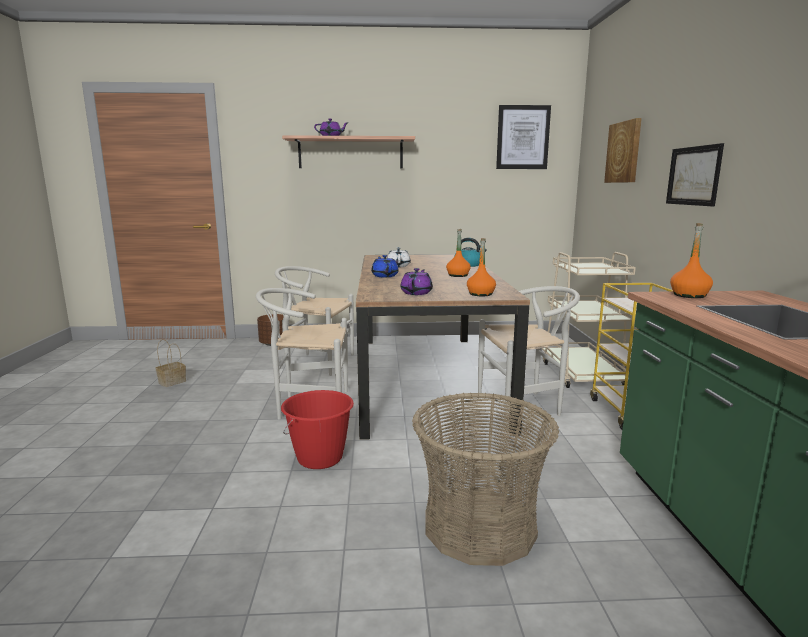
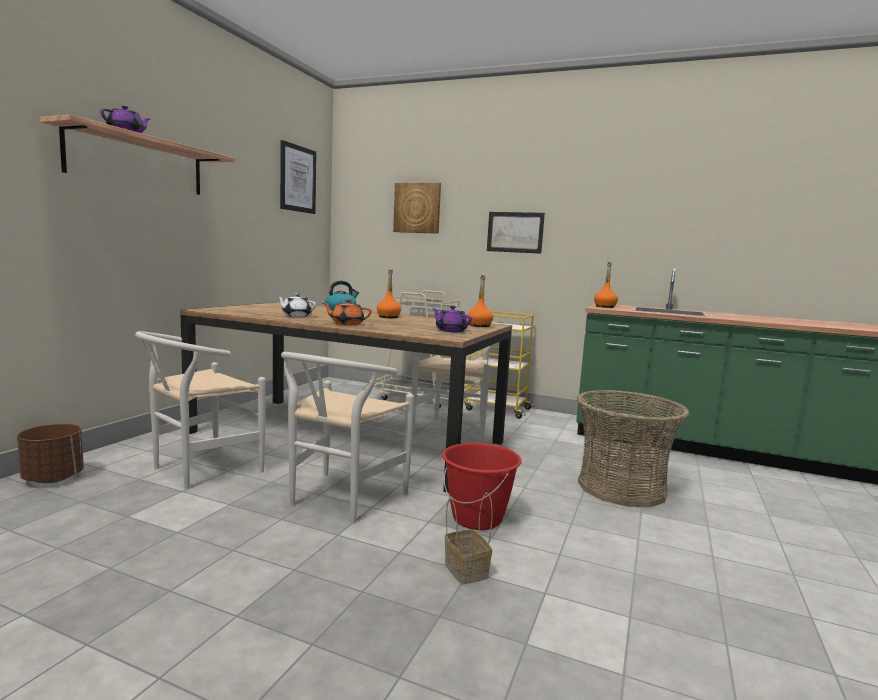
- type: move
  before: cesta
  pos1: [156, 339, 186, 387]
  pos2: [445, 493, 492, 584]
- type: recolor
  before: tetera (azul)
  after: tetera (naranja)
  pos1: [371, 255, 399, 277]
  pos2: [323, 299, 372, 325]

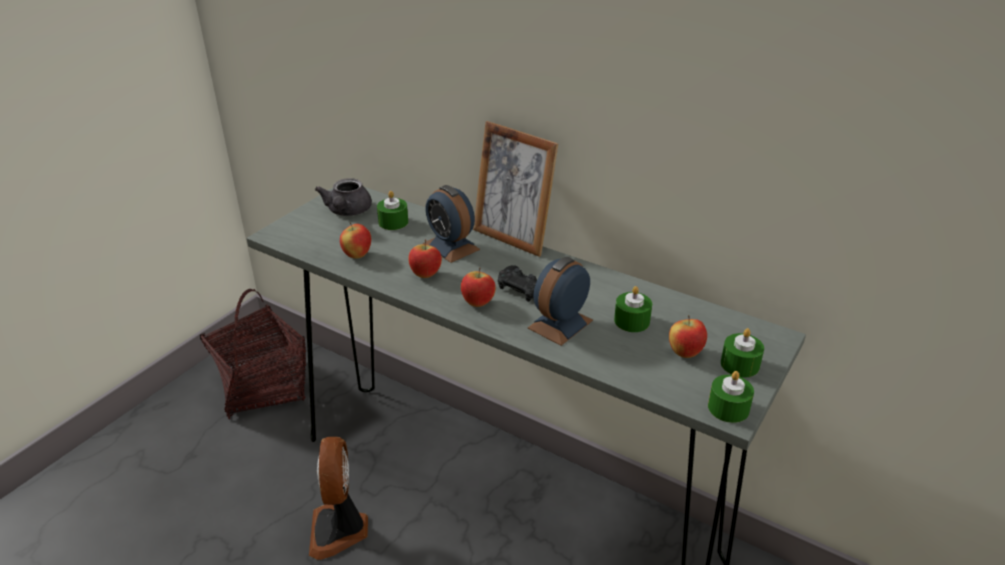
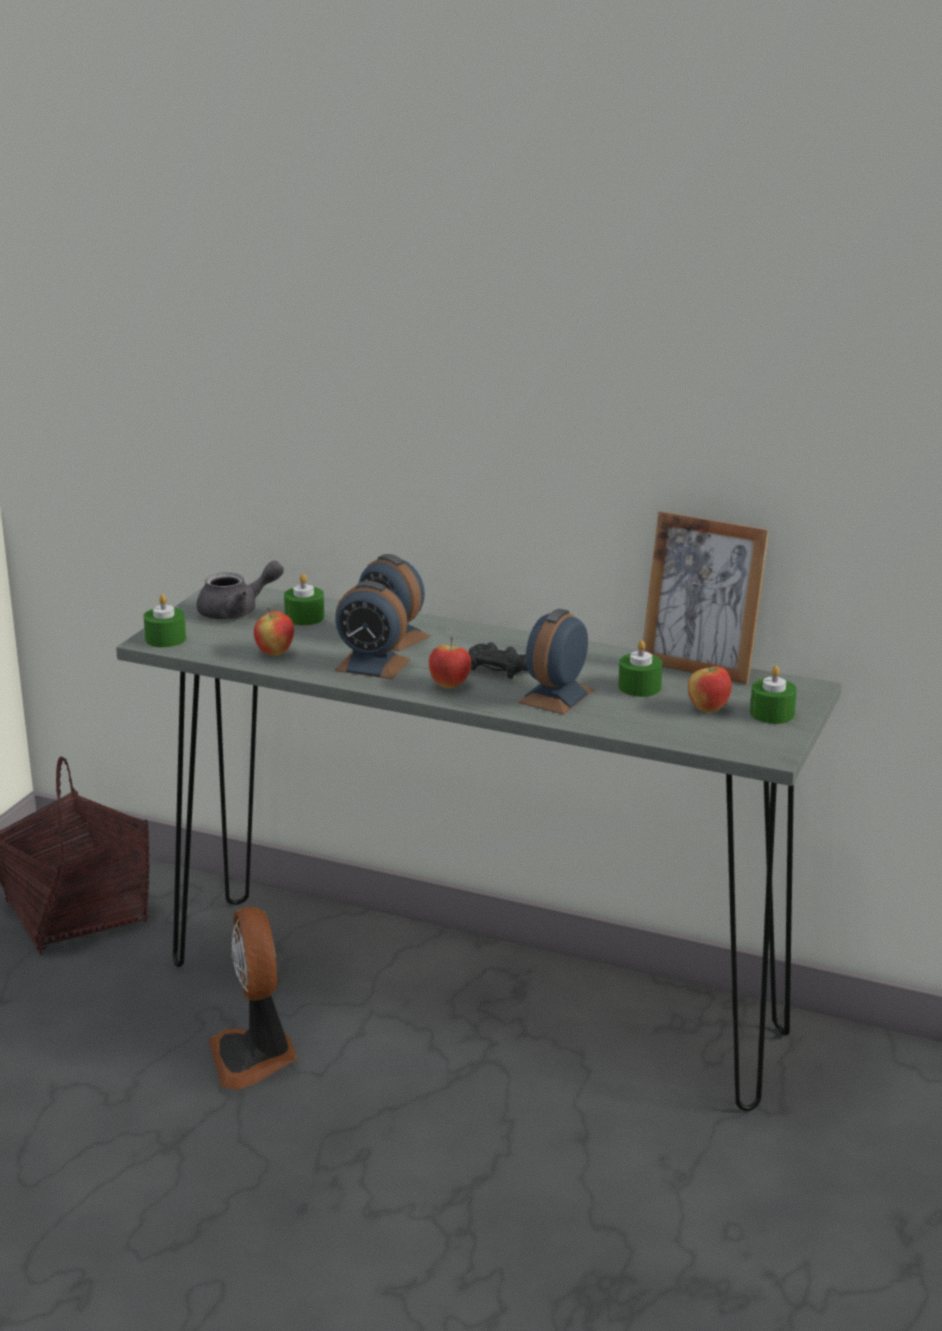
- type: move
  before: portarretratos
  pos1: [473, 121, 558, 257]
  pos2: [643, 511, 769, 684]
- type: move
  before: vela (verde)
  pos1: [708, 371, 754, 423]
  pos2: [143, 594, 186, 648]
- type: replace
  before: manzana
  after: despertador
  pos1: [408, 240, 442, 278]
  pos2: [334, 581, 410, 679]
- type: rotate
  before: tetera (gris)
  pos1: [315, 178, 372, 216]
  pos2: [197, 561, 284, 620]
  turn: -105

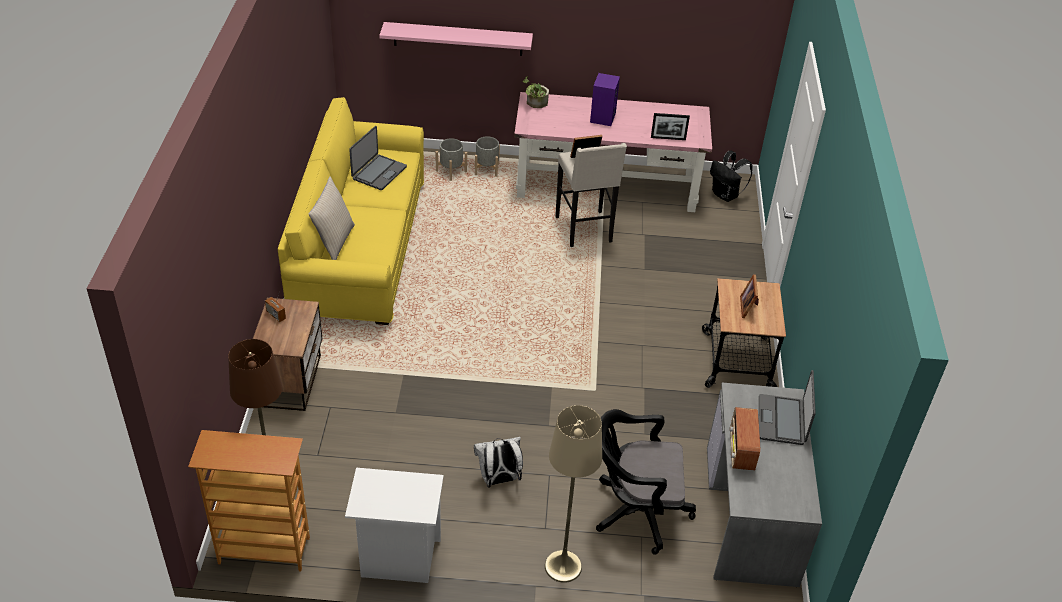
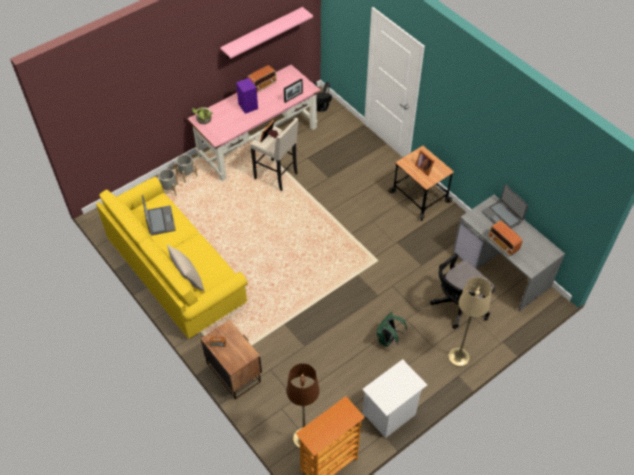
- type: insert
  after: radio
  pos2: [248, 65, 276, 92]
- type: move
  before: estante (rosa)
  pos1: [379, 22, 533, 56]
  pos2: [220, 7, 313, 58]
- type: recolor
  before: mochila (blanco)
  after: mochila (verde)
  pos1: [474, 437, 523, 488]
  pos2: [376, 312, 407, 348]

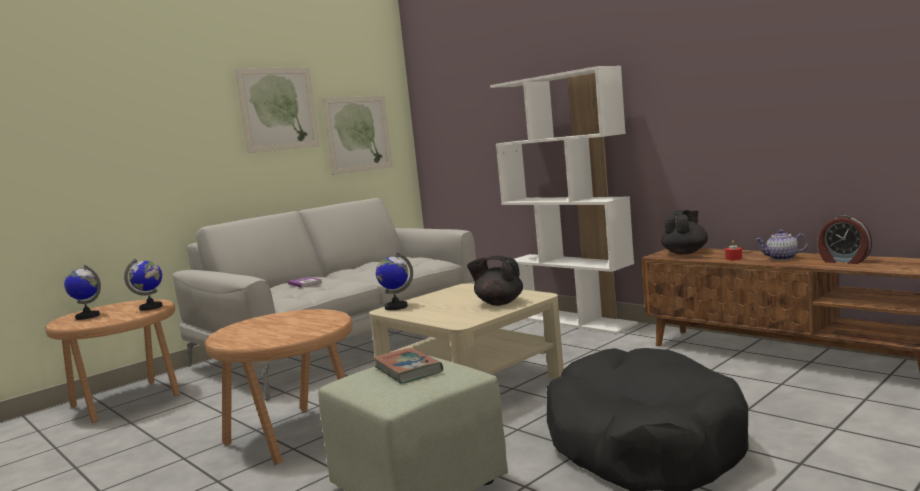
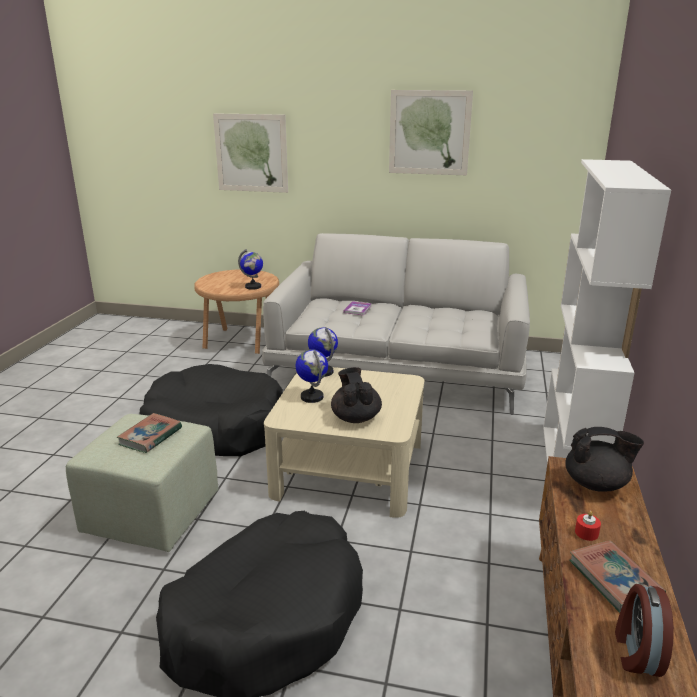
- type: move
  before: globo terráqueo
  pos1: [64, 265, 101, 320]
  pos2: [295, 349, 328, 403]
- type: move
  before: cuadro
  pos1: [322, 95, 393, 175]
  pos2: [213, 113, 288, 193]
- type: replace
  before: mesa auxiliar (marrón)
  after: cama para perro (negro)
  pos1: [205, 309, 353, 465]
  pos2: [140, 364, 283, 456]
- type: replace
  before: tetera
  after: libro
  pos1: [755, 230, 808, 260]
  pos2: [569, 540, 666, 613]

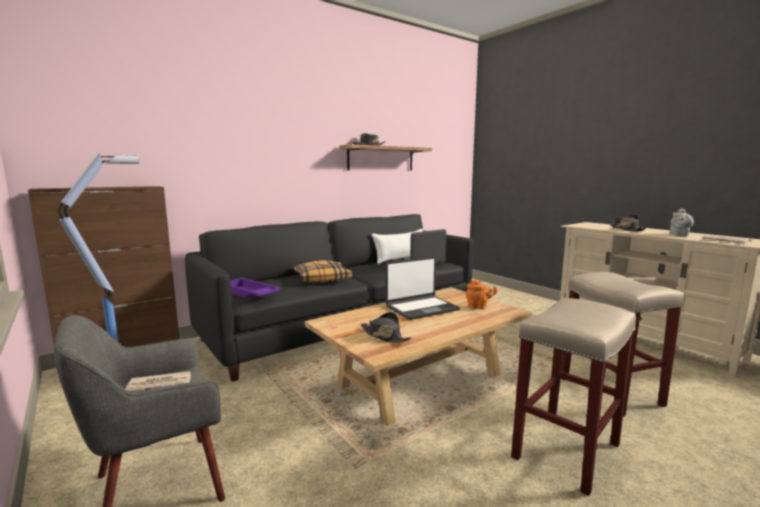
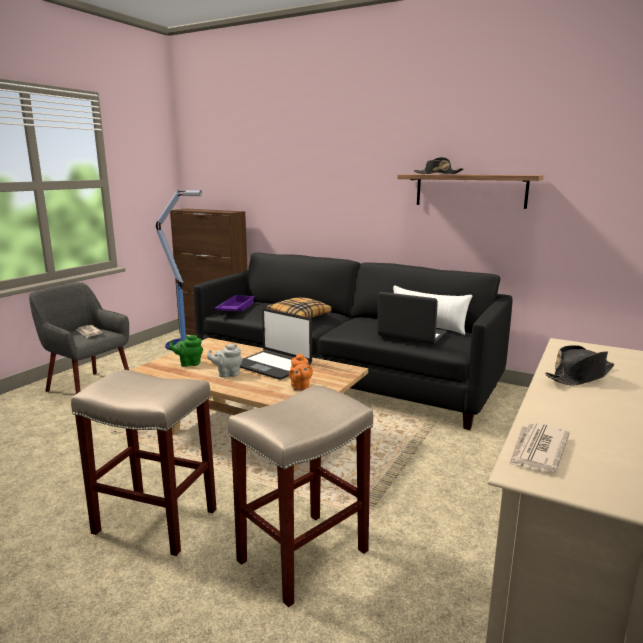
- type: move
  before: tetera (gris)
  pos1: [670, 208, 694, 236]
  pos2: [207, 344, 243, 378]
- type: replace
  before: sombrero (negro)
  after: tetera (verde)
  pos1: [360, 312, 412, 343]
  pos2: [169, 335, 203, 367]

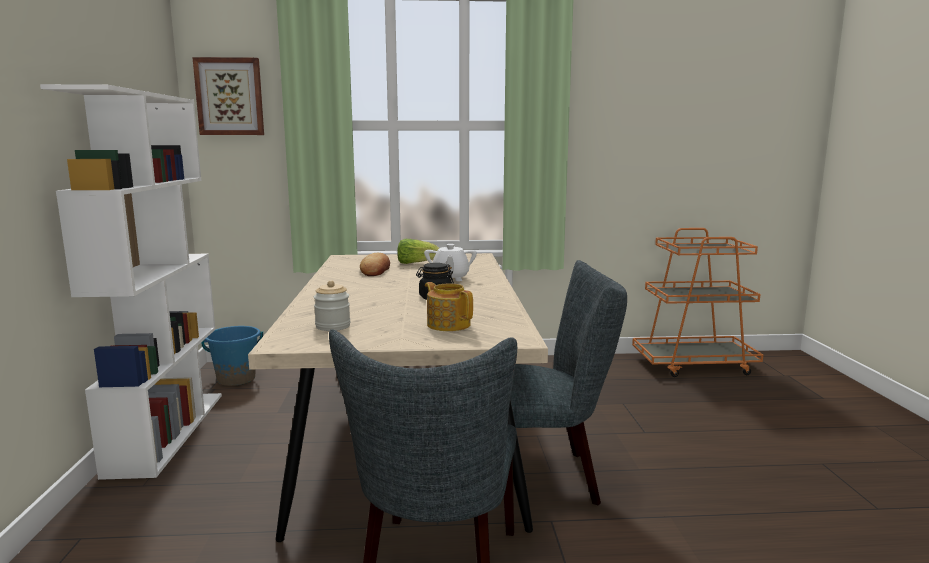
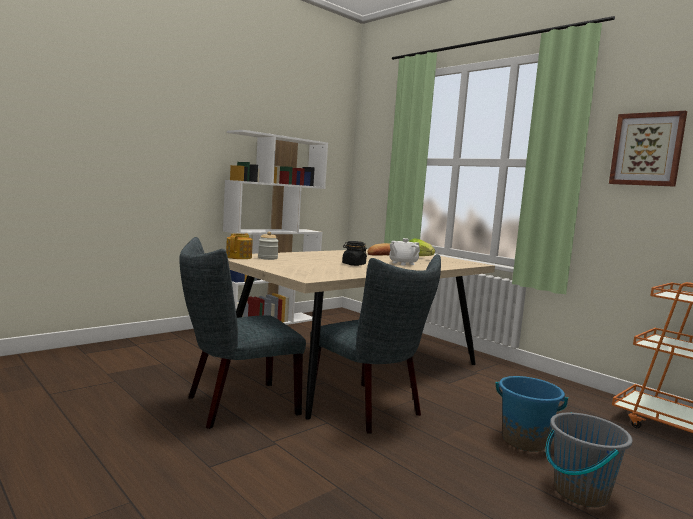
- type: insert
  after: cubo (gris)
  pos2: [546, 412, 633, 507]
- type: move
  before: cuadro
  pos1: [192, 57, 264, 135]
  pos2: [609, 111, 687, 187]
- type: move
  before: cubo (azul)
  pos1: [201, 326, 263, 386]
  pos2: [496, 376, 568, 452]
- type: move
  before: tetera
  pos1: [425, 282, 473, 331]
  pos2: [226, 233, 253, 259]

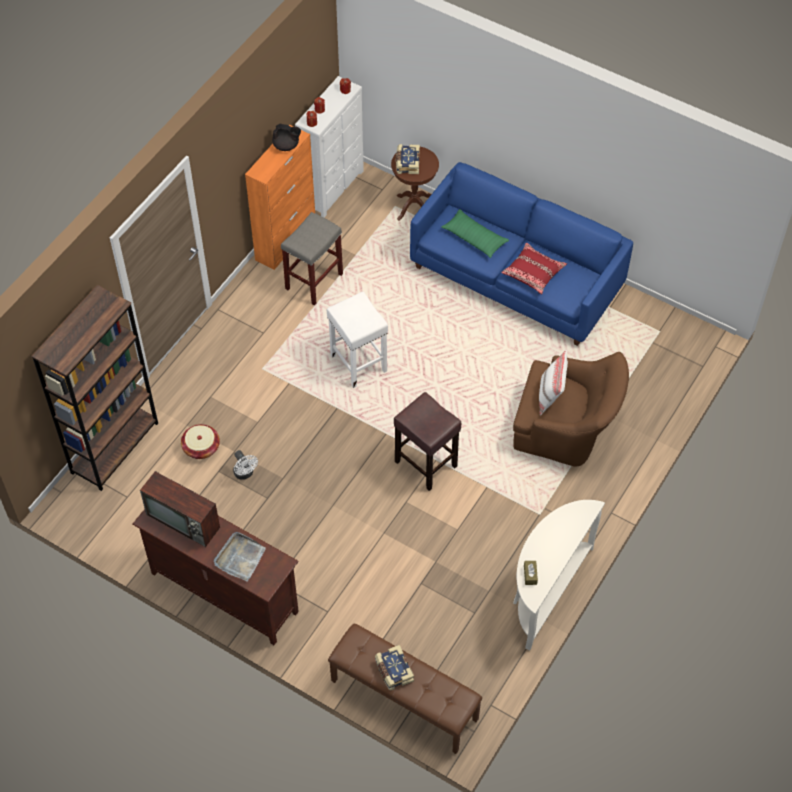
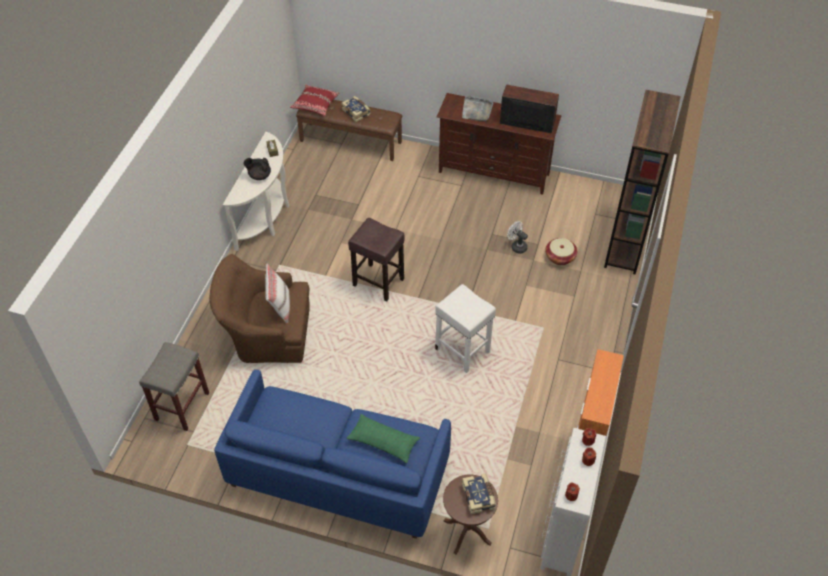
- type: move
  before: tetera (negro)
  pos1: [272, 123, 301, 151]
  pos2: [243, 158, 271, 180]
- type: move
  before: taburete (gris)
  pos1: [281, 212, 343, 306]
  pos2: [139, 342, 209, 431]
- type: move
  before: cojín (rojo)
  pos1: [501, 243, 567, 294]
  pos2: [290, 85, 339, 116]

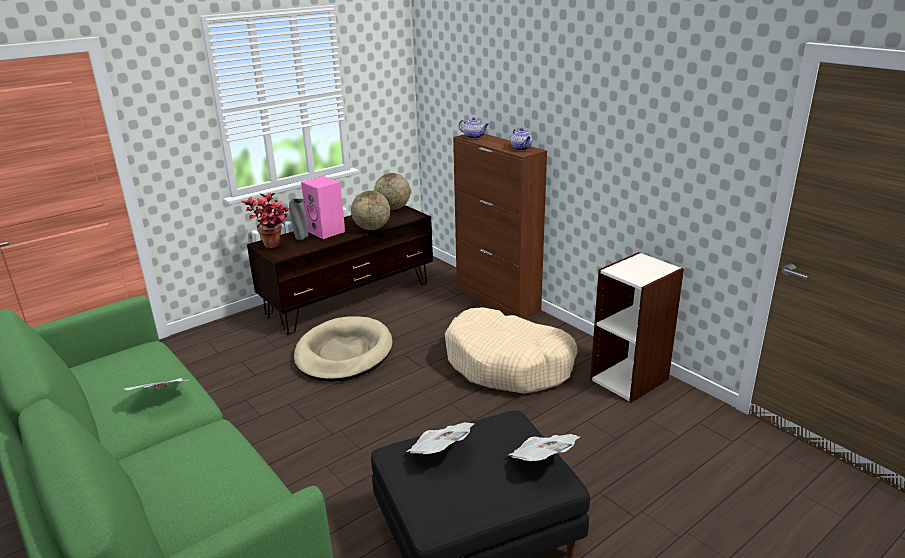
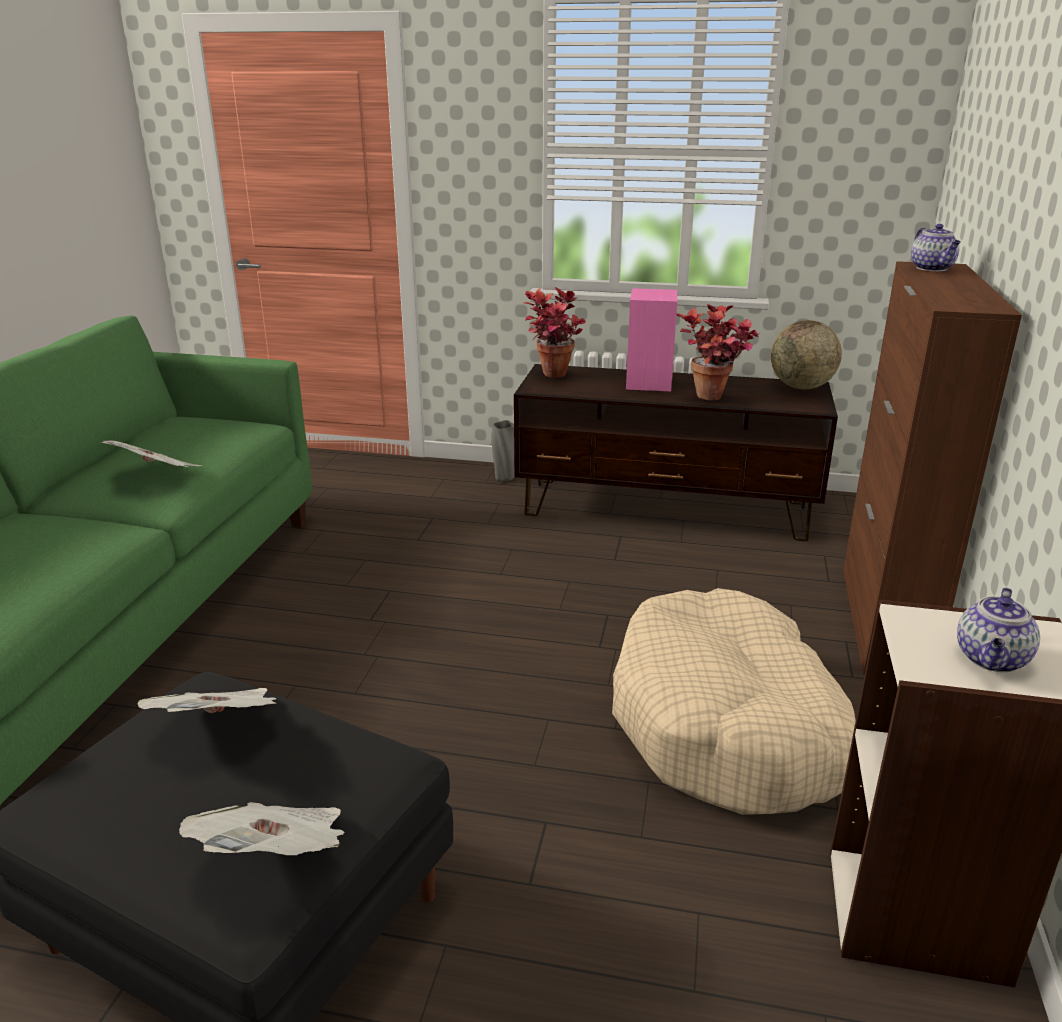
- type: delete
  before: cama para perro (beis)
  pos1: [294, 317, 393, 382]
- type: move
  before: florero (gris)
  pos1: [289, 199, 309, 240]
  pos2: [492, 420, 515, 482]
- type: move
  before: tetera
  pos1: [511, 128, 533, 151]
  pos2: [957, 588, 1040, 672]
- type: replace
  before: globo terráqueo
  after: planta en maceta
  pos1: [351, 191, 390, 230]
  pos2: [676, 304, 759, 400]

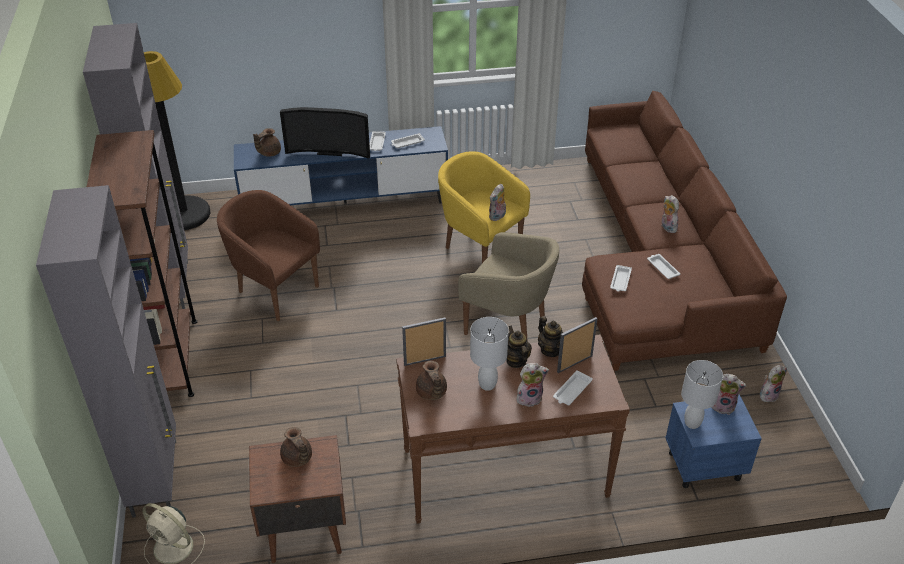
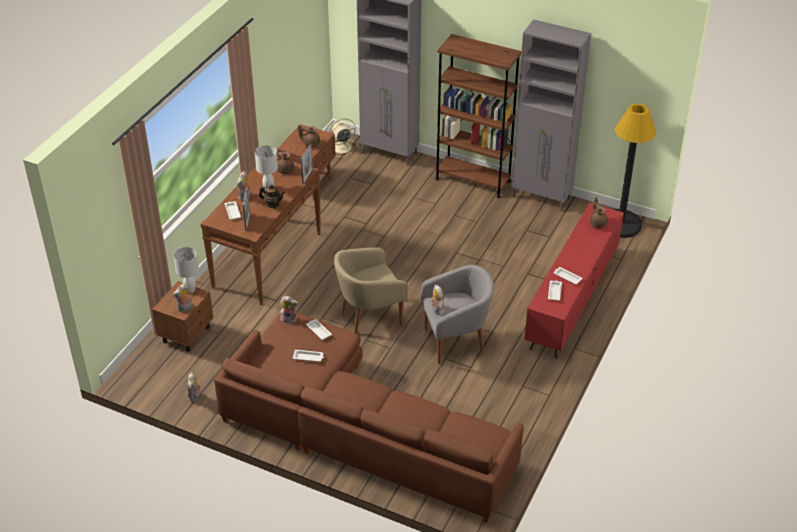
- type: delete
  before: sillón (marrón)
  pos1: [217, 190, 320, 321]
- type: delete
  before: televisor
  pos1: [280, 107, 370, 159]
- type: delete
  before: tetera
  pos1: [538, 316, 563, 357]
- type: move
  before: peluche
  pos1: [662, 195, 679, 233]
  pos2: [280, 296, 298, 324]
- type: recolor
  before: mueble de televisión (azul)
  after: mueble de televisión (rojo)
  pos1: [234, 126, 448, 205]
  pos2: [524, 203, 624, 359]
- type: recolor
  before: sillón (amarillo)
  after: sillón (gris)
  pos1: [438, 152, 530, 263]
  pos2: [421, 265, 494, 364]
- type: recolor
  before: mesita de noche (azul)
  after: mesita de noche (marrón)
  pos1: [665, 395, 762, 488]
  pos2: [152, 281, 214, 352]

